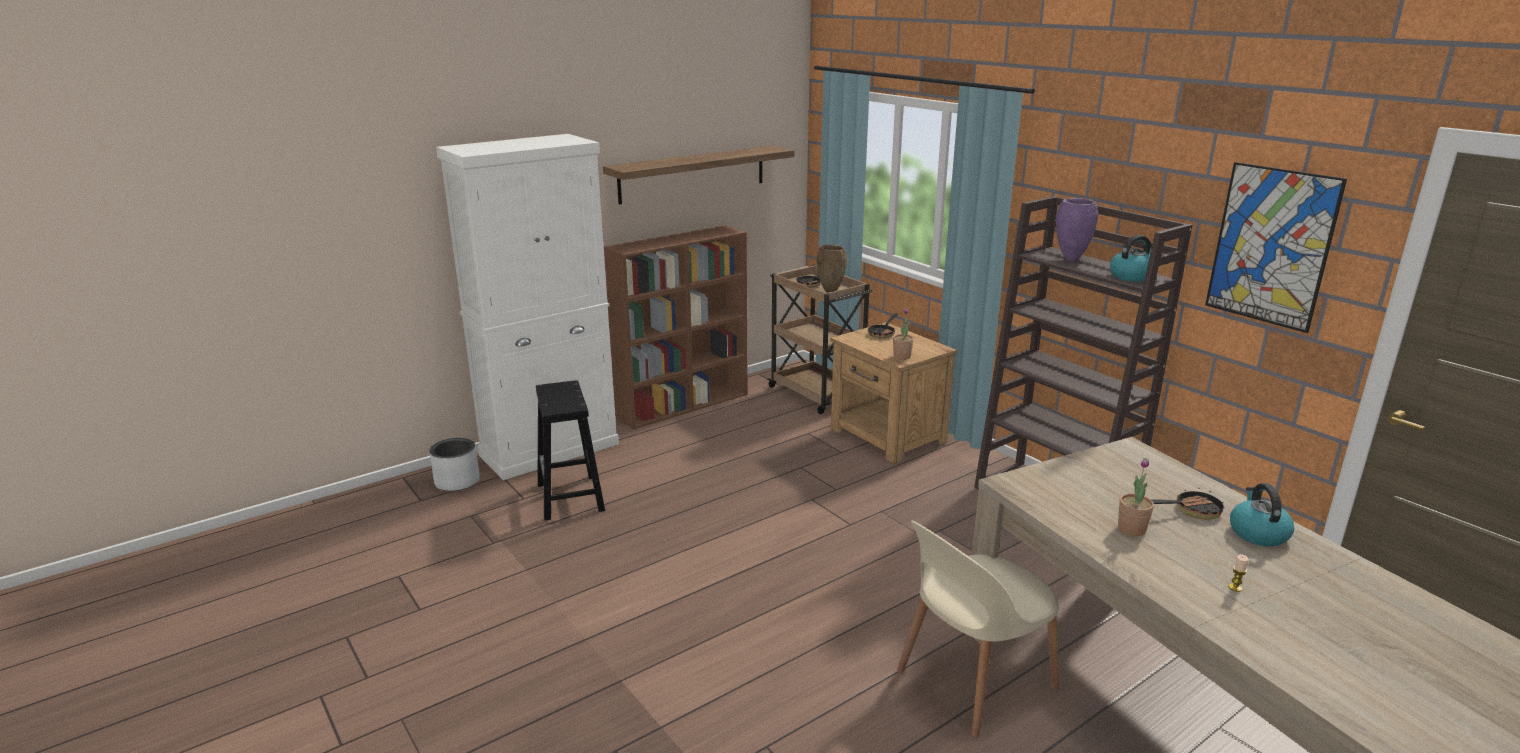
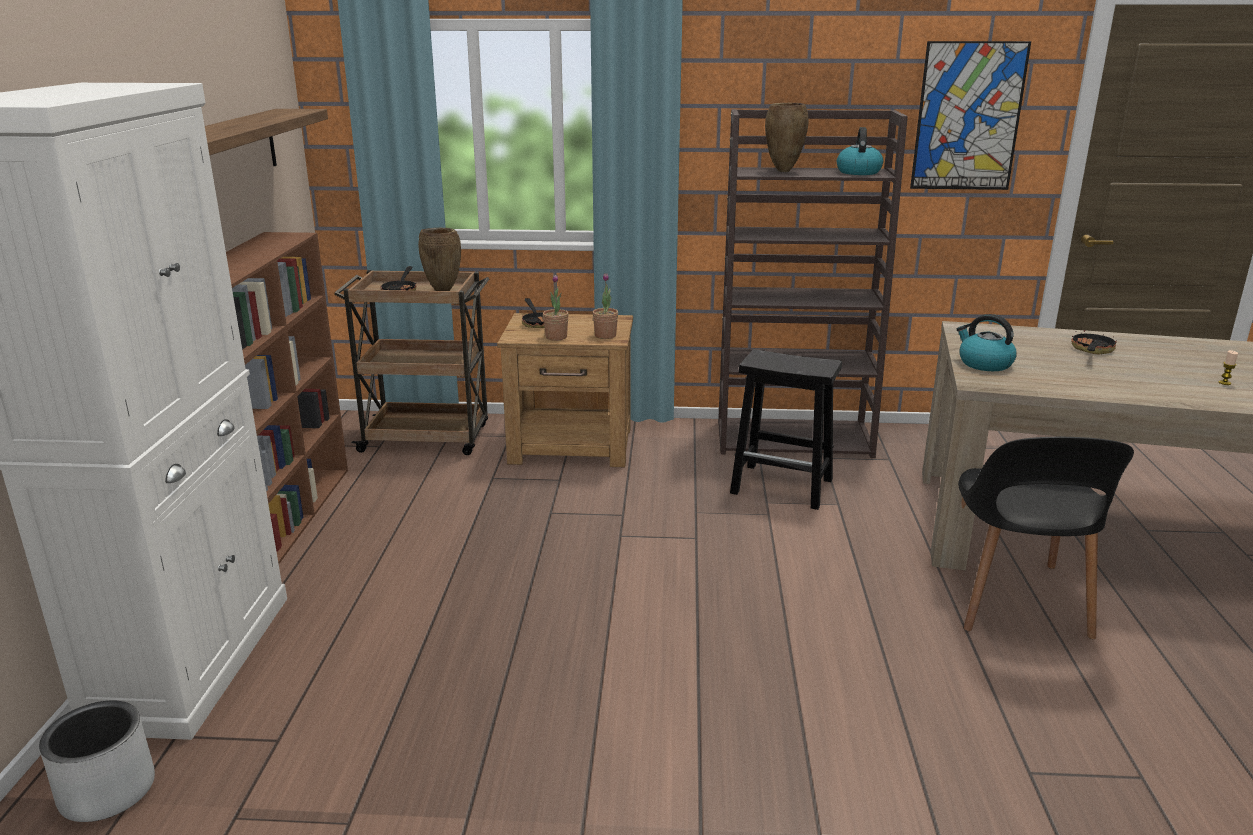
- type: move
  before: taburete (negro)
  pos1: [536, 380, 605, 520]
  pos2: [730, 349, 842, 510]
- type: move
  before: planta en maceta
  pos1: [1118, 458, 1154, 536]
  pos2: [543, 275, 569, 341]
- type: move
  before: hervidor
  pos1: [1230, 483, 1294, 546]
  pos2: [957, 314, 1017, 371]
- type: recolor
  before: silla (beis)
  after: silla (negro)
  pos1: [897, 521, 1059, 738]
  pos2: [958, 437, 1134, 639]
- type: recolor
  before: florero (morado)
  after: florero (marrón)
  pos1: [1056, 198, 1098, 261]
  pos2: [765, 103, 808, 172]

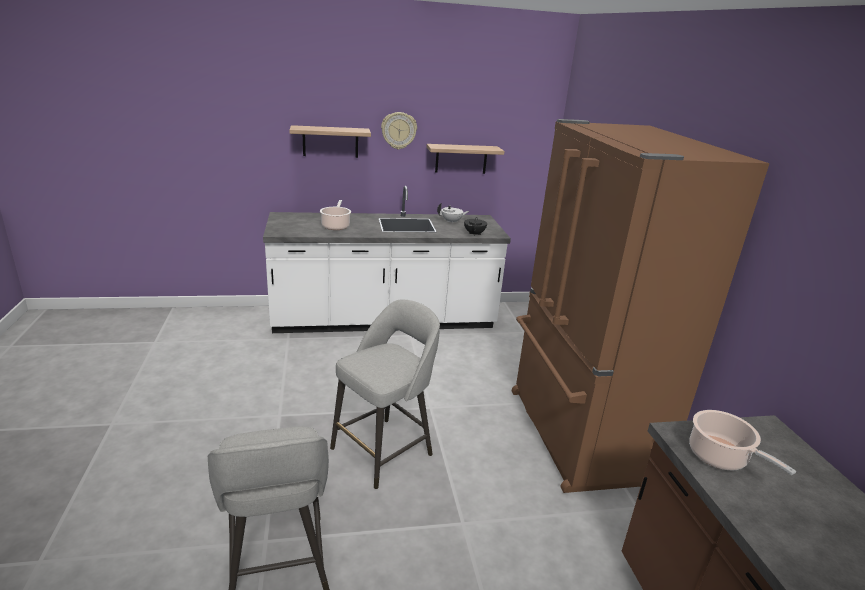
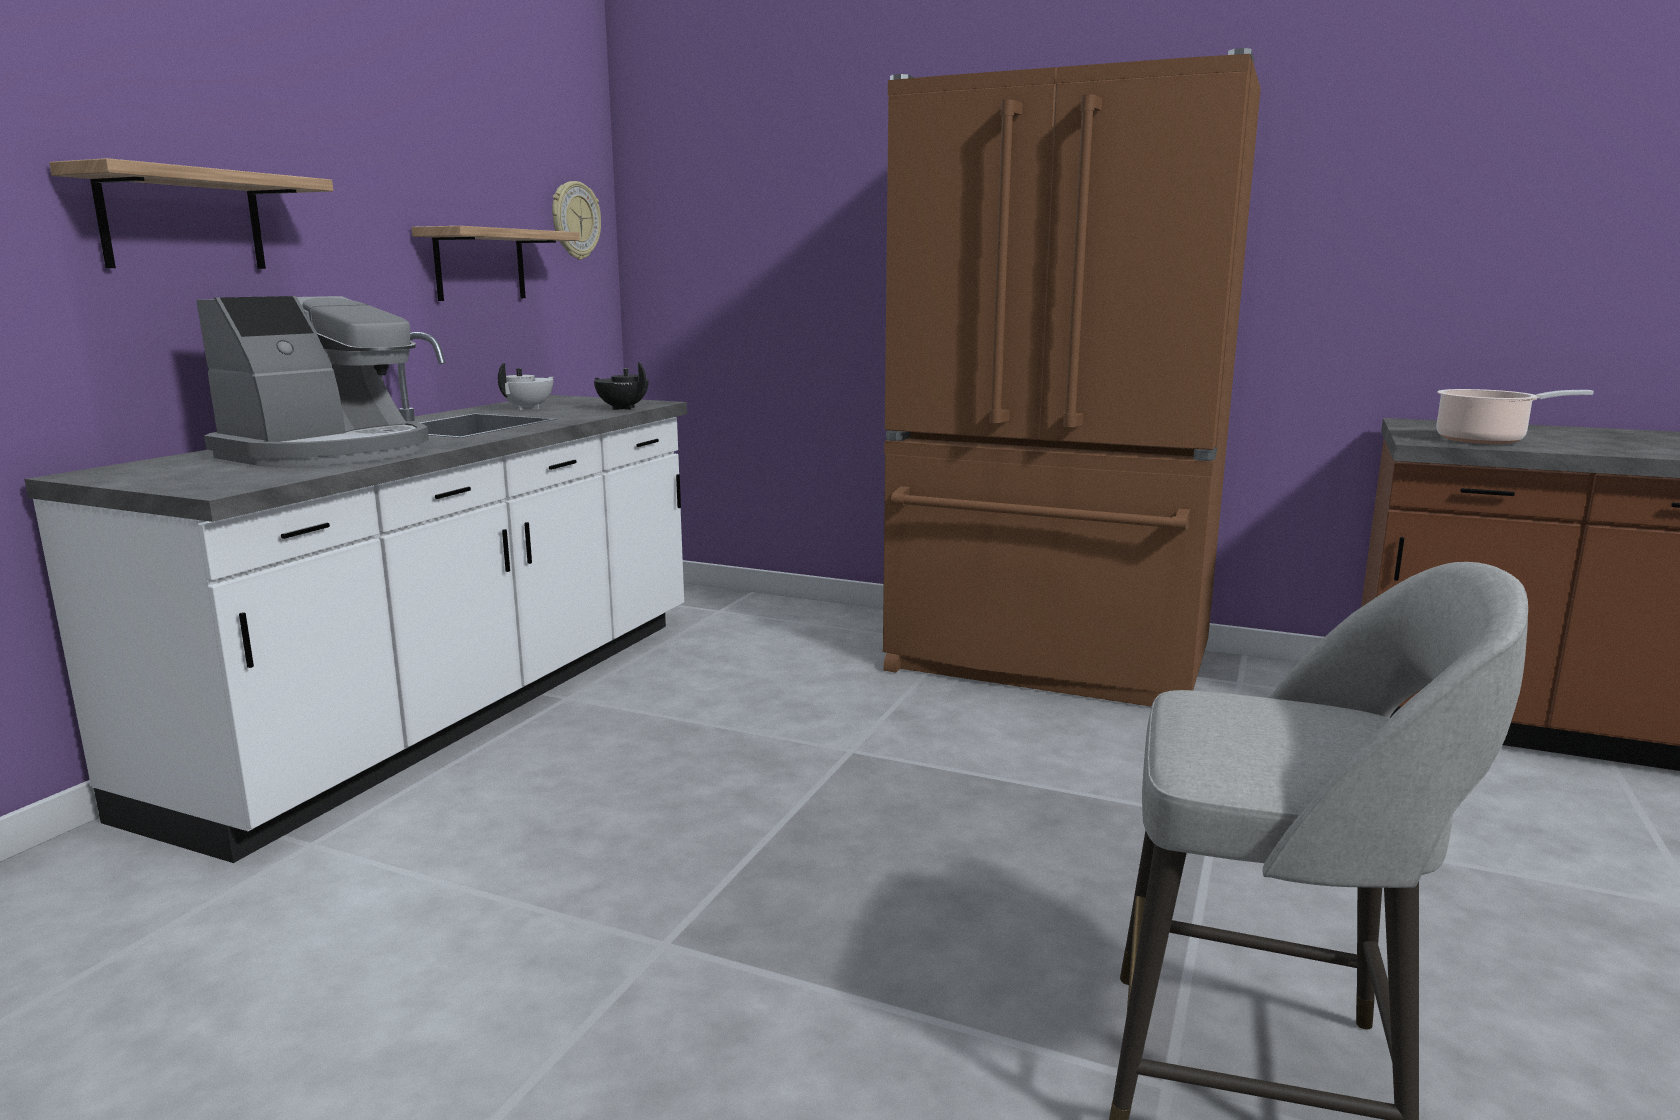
- type: delete
  before: taburete (gris)
  pos1: [330, 300, 440, 489]
- type: move
  before: reloj de pared
  pos1: [381, 112, 417, 149]
  pos2: [552, 181, 601, 260]
- type: replace
  before: olla
  after: cafetera
  pos1: [320, 200, 351, 230]
  pos2: [196, 296, 429, 467]

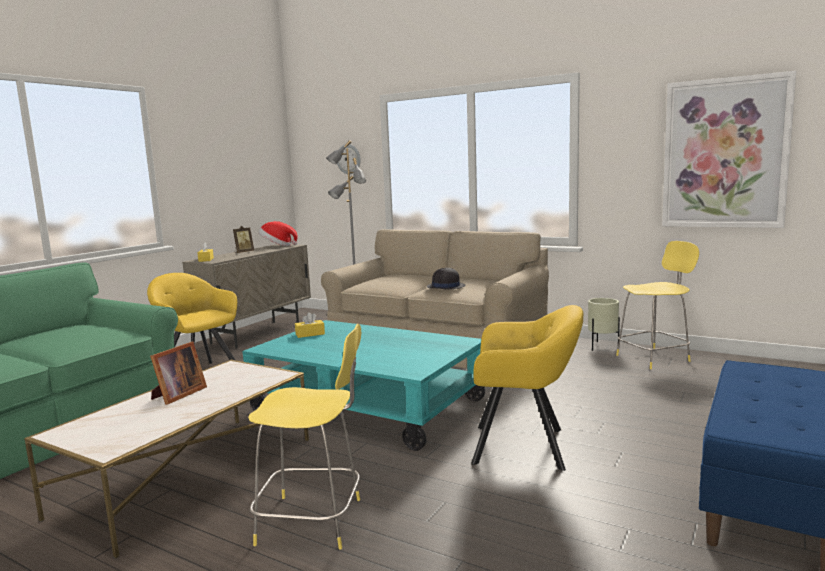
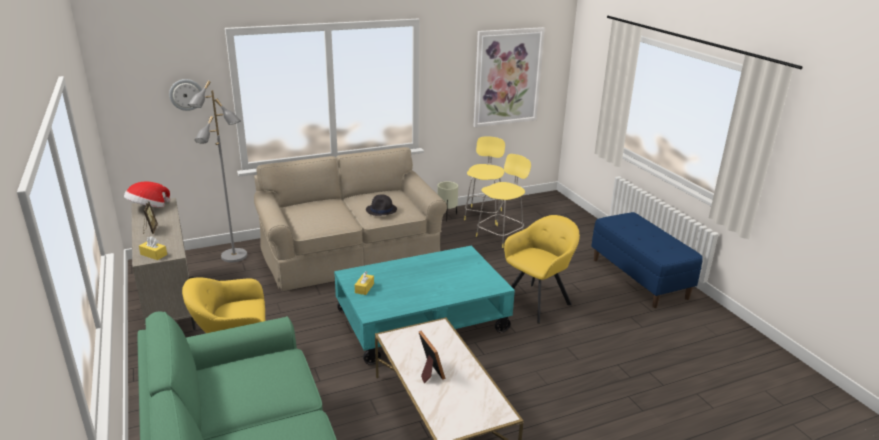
- type: move
  before: taburete (amarillo)
  pos1: [248, 324, 361, 549]
  pos2: [476, 154, 531, 248]

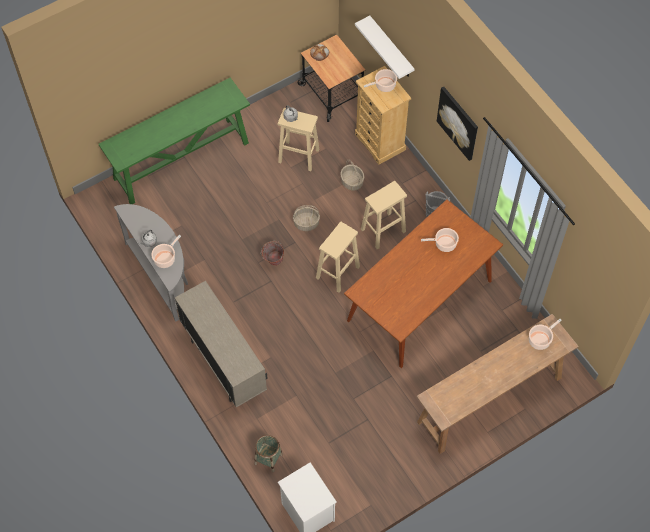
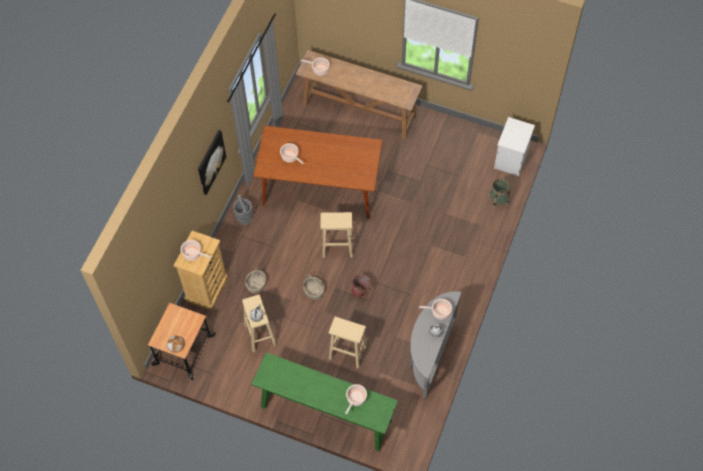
- type: delete
  before: armario (beis)
  pos1: [175, 281, 268, 408]
- type: delete
  before: estante (blanco)
  pos1: [355, 16, 414, 79]
- type: insert
  after: olla
  pos2: [345, 384, 367, 414]
- type: move
  before: taburete (beis)
  pos1: [361, 181, 407, 249]
  pos2: [329, 317, 367, 369]

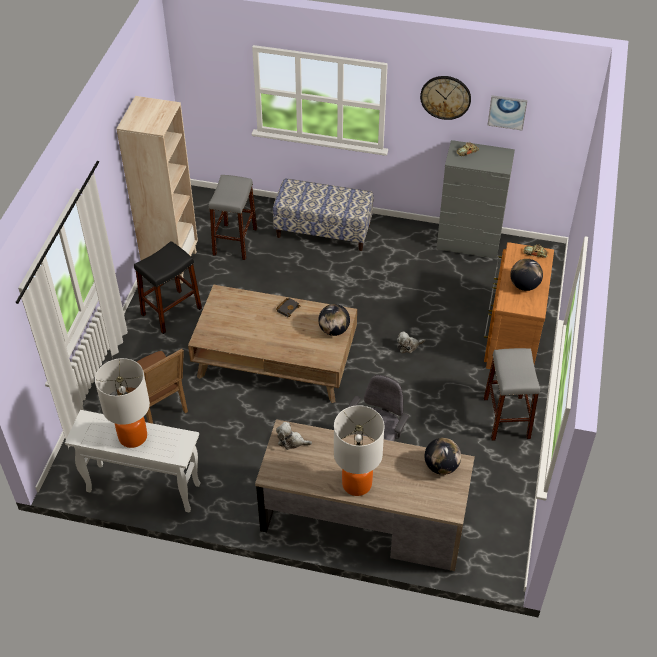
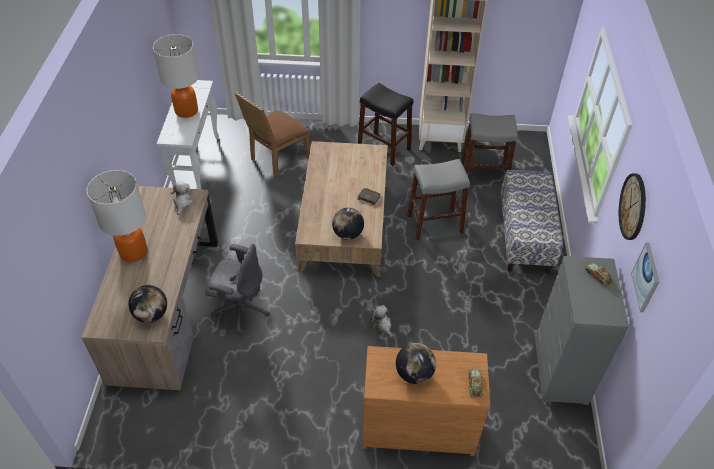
- type: move
  before: taburete (gris)
  pos1: [484, 348, 540, 441]
  pos2: [407, 159, 470, 240]

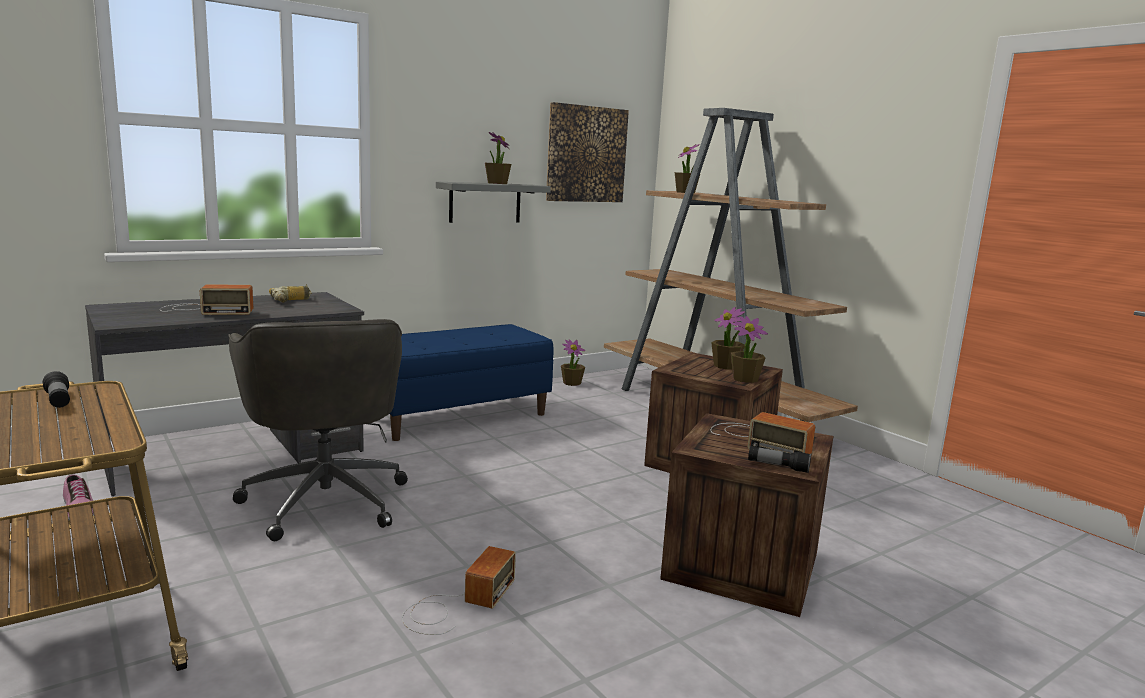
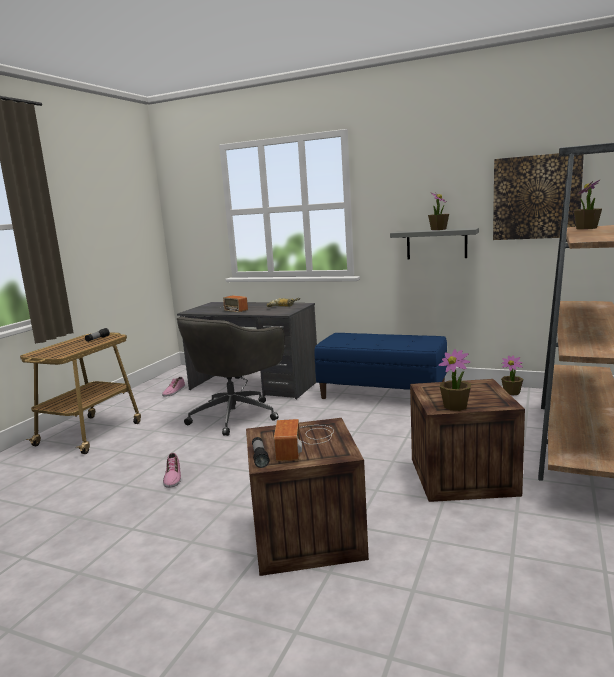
- type: delete
  before: planta en maceta
  pos1: [711, 307, 745, 370]
- type: replace
  before: radio
  after: zapato
  pos1: [402, 546, 516, 635]
  pos2: [163, 453, 181, 488]

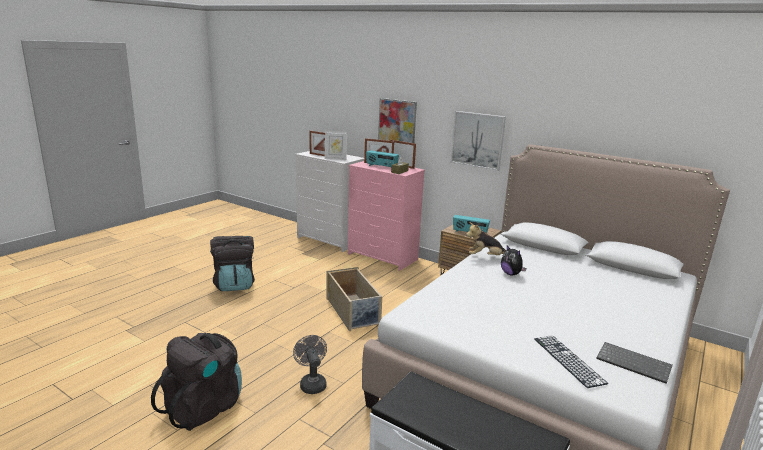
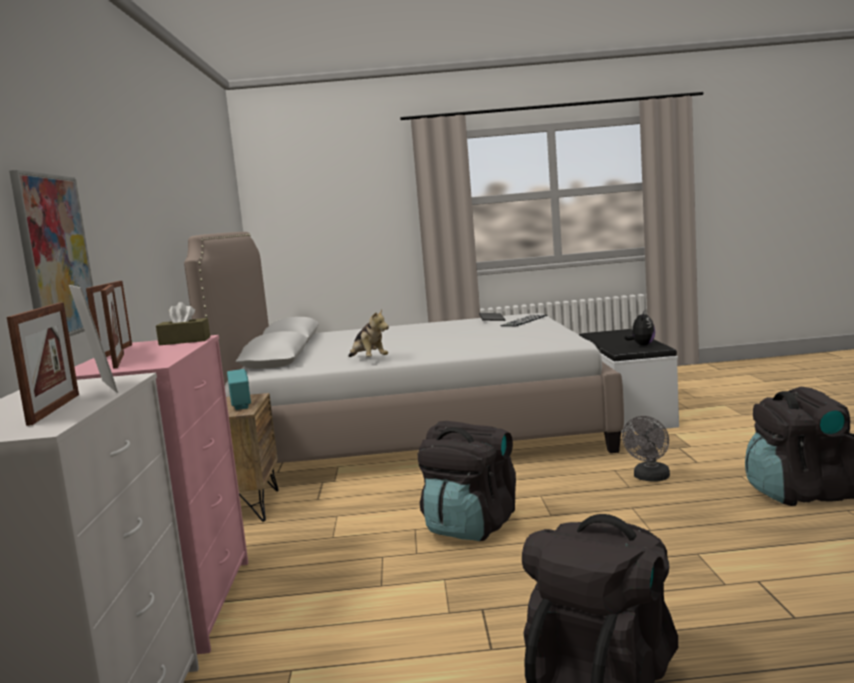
- type: delete
  before: radio
  pos1: [366, 150, 399, 167]
- type: delete
  before: cuadro
  pos1: [451, 111, 506, 171]
- type: move
  before: peluche
  pos1: [501, 245, 527, 275]
  pos2: [624, 312, 655, 346]
- type: replace
  before: caja de almacenaje (beis)
  after: mochila (negro)
  pos1: [326, 267, 382, 331]
  pos2: [418, 421, 516, 541]

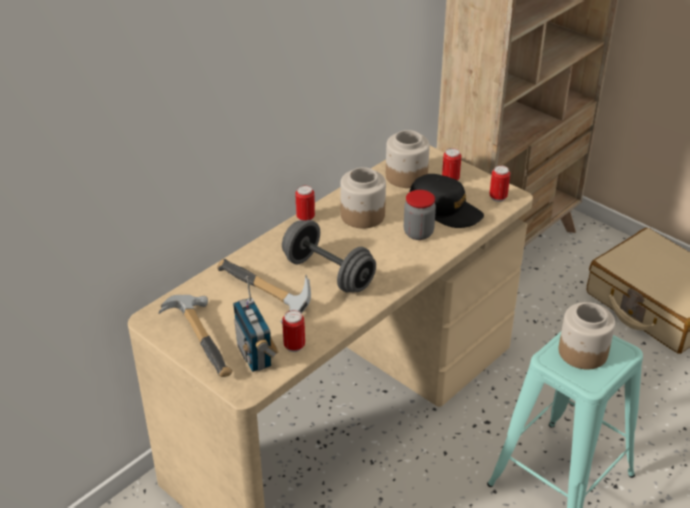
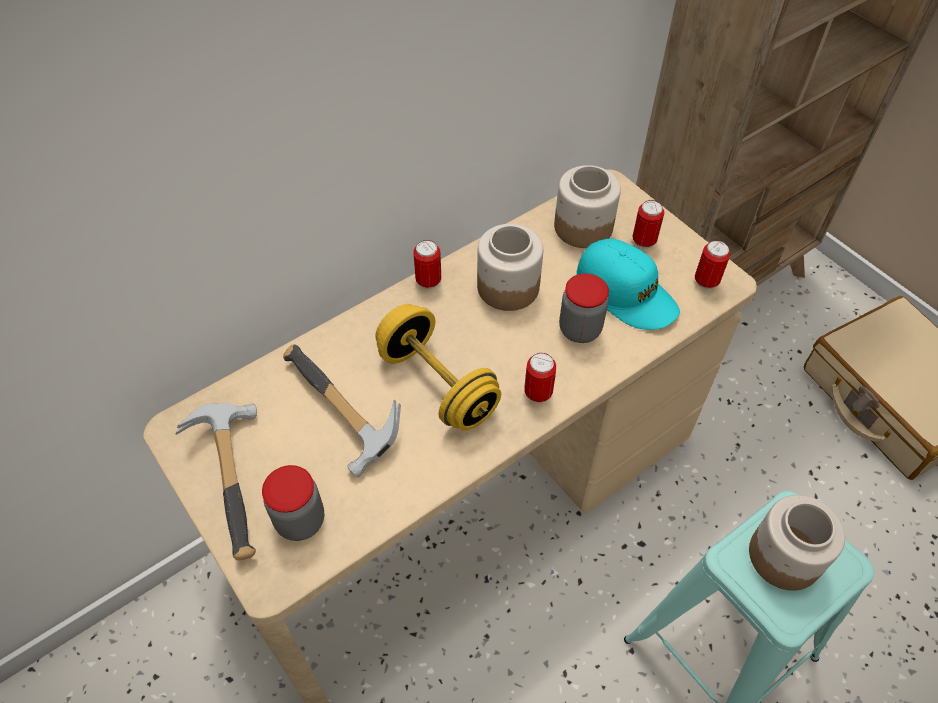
- type: move
  before: lata
  pos1: [282, 310, 305, 352]
  pos2: [524, 353, 556, 403]
- type: replace
  before: radio
  after: tarro
  pos1: [233, 276, 279, 372]
  pos2: [262, 465, 324, 541]
- type: recolor
  before: mancuerna (gris)
  after: mancuerna (amarillo)
  pos1: [282, 220, 376, 293]
  pos2: [375, 304, 501, 431]
- type: recolor
  before: gorra (negro)
  after: gorra (turquesa)
  pos1: [410, 174, 484, 228]
  pos2: [577, 239, 680, 330]

